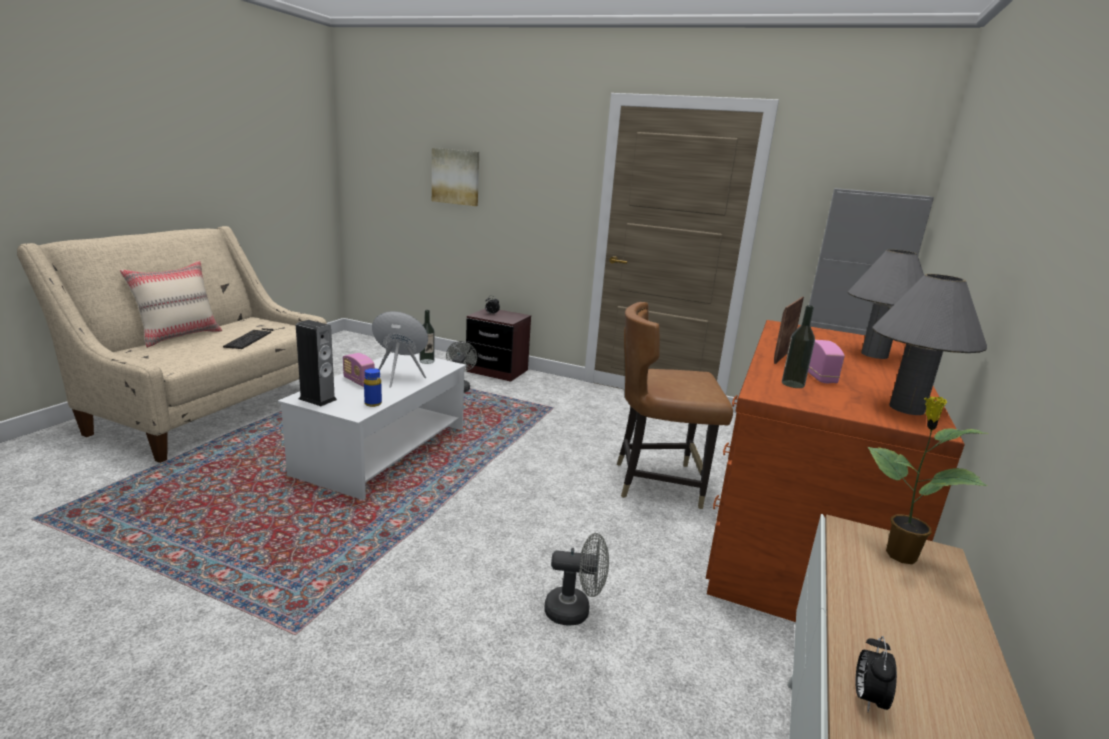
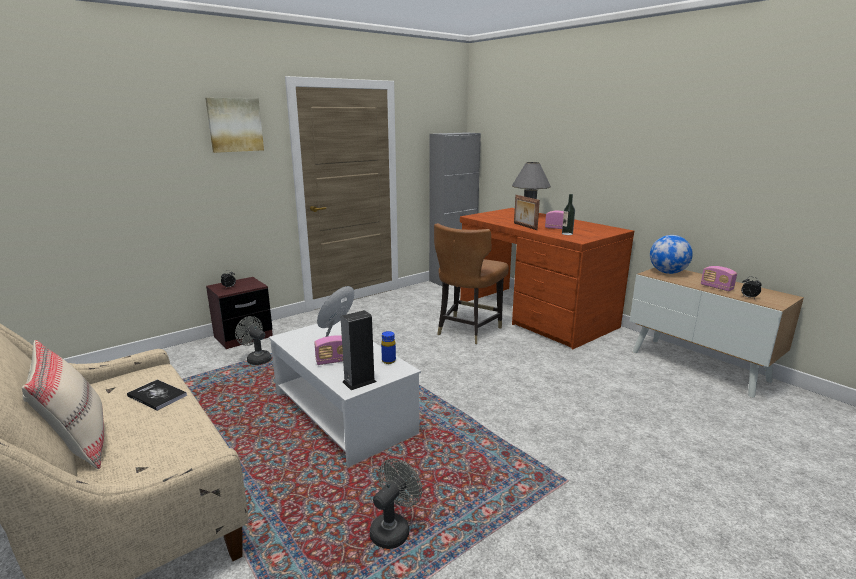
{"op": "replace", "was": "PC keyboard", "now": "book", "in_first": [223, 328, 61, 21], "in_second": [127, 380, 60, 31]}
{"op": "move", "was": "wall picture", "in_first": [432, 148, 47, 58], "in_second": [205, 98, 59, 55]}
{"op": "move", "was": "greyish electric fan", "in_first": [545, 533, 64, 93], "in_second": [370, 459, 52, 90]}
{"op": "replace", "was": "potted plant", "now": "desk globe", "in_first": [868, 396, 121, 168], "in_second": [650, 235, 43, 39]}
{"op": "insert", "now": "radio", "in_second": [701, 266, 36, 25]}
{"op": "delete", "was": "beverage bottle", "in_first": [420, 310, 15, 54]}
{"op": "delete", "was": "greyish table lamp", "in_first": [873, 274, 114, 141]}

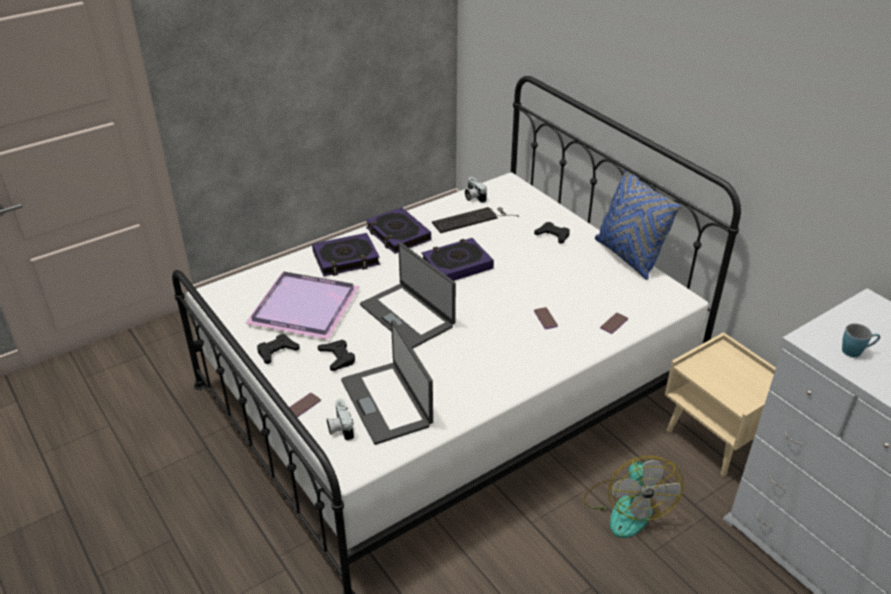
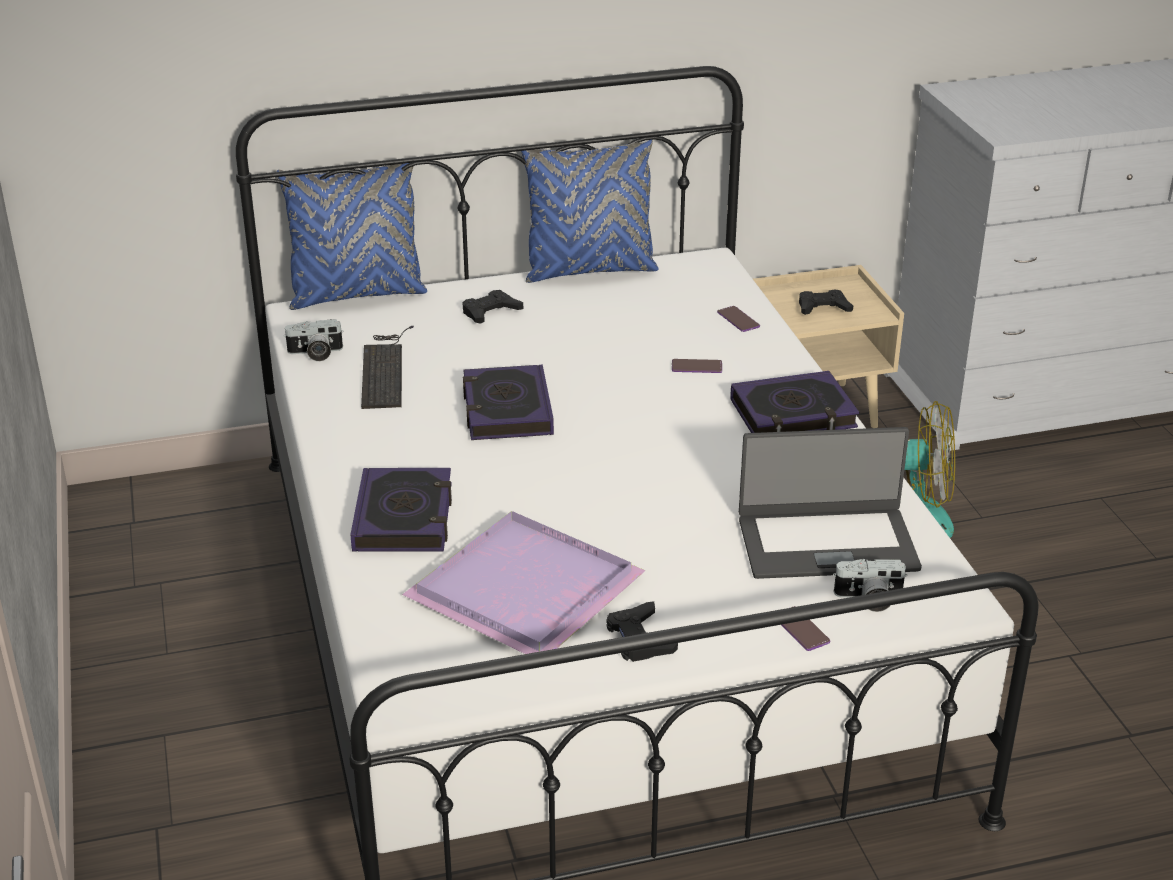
{"op": "insert", "now": "blue pillow", "in_second": [277, 163, 150, 147]}
{"op": "move", "was": "book", "in_first": [366, 207, 65, 47], "in_second": [730, 371, 129, 62]}
{"op": "move", "was": "blackish gamepad", "in_first": [317, 340, 38, 31], "in_second": [799, 289, 54, 26]}
{"op": "delete", "was": "notebook computer", "in_first": [360, 243, 96, 105]}
{"op": "delete", "was": "blue coffee mug", "in_first": [842, 323, 38, 34]}

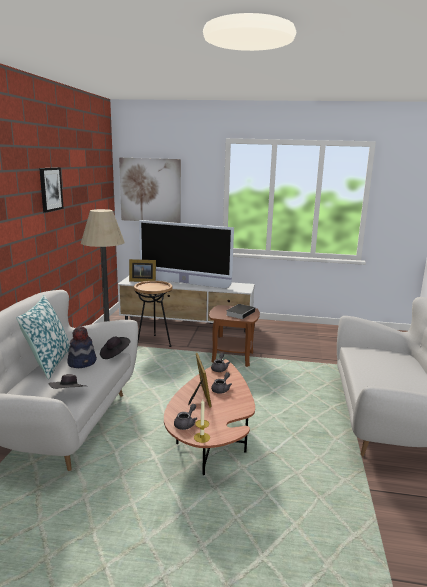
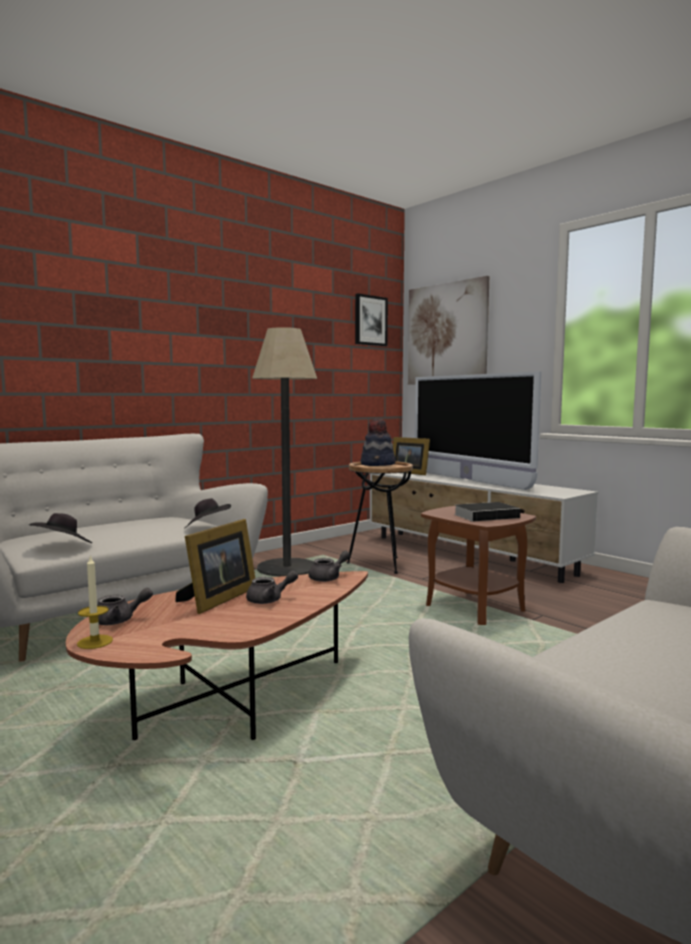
{"op": "move", "was": "wall picture", "in_first": [39, 167, 25, 46], "in_second": [355, 293, 33, 54]}
{"op": "move", "was": "clothing hat", "in_first": [67, 326, 30, 42], "in_second": [361, 418, 34, 48]}
{"op": "delete", "was": "pillow", "in_first": [16, 295, 54, 84]}

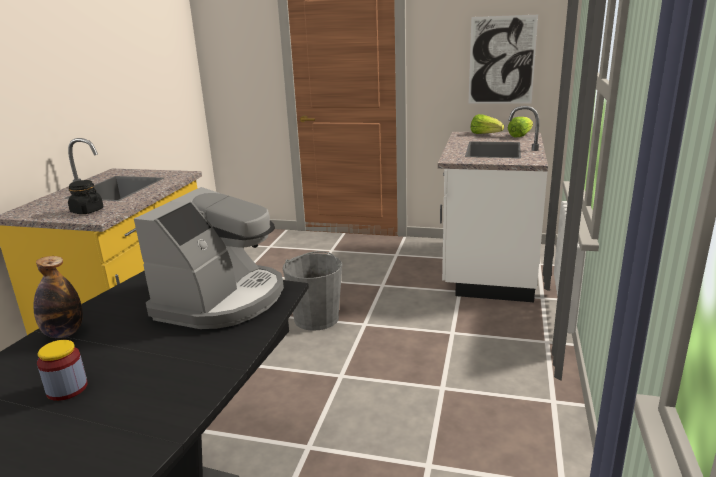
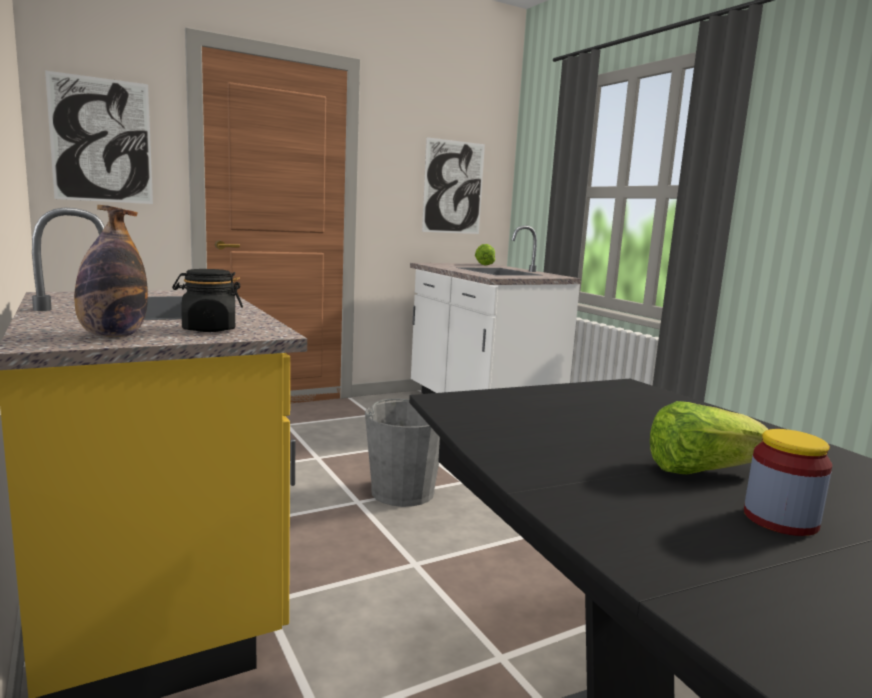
{"op": "insert", "now": "wall picture", "in_second": [45, 70, 108, 134]}
{"op": "move", "was": "beverage bottle", "in_first": [33, 256, 50, 82], "in_second": [74, 205, 74, 132]}
{"op": "move", "was": "head of lettuce", "in_first": [471, 114, 33, 20], "in_second": [650, 401, 119, 73]}
{"op": "delete", "was": "coffee machine", "in_first": [134, 187, 150, 142]}

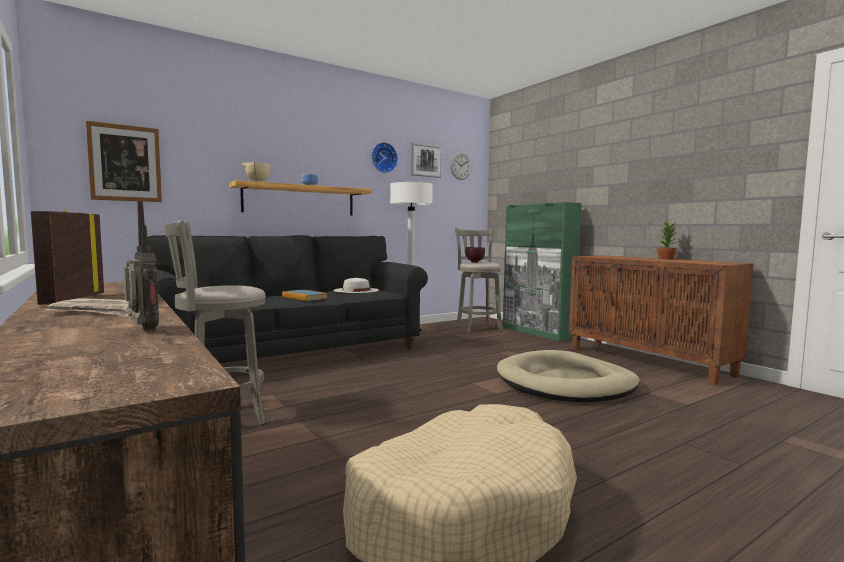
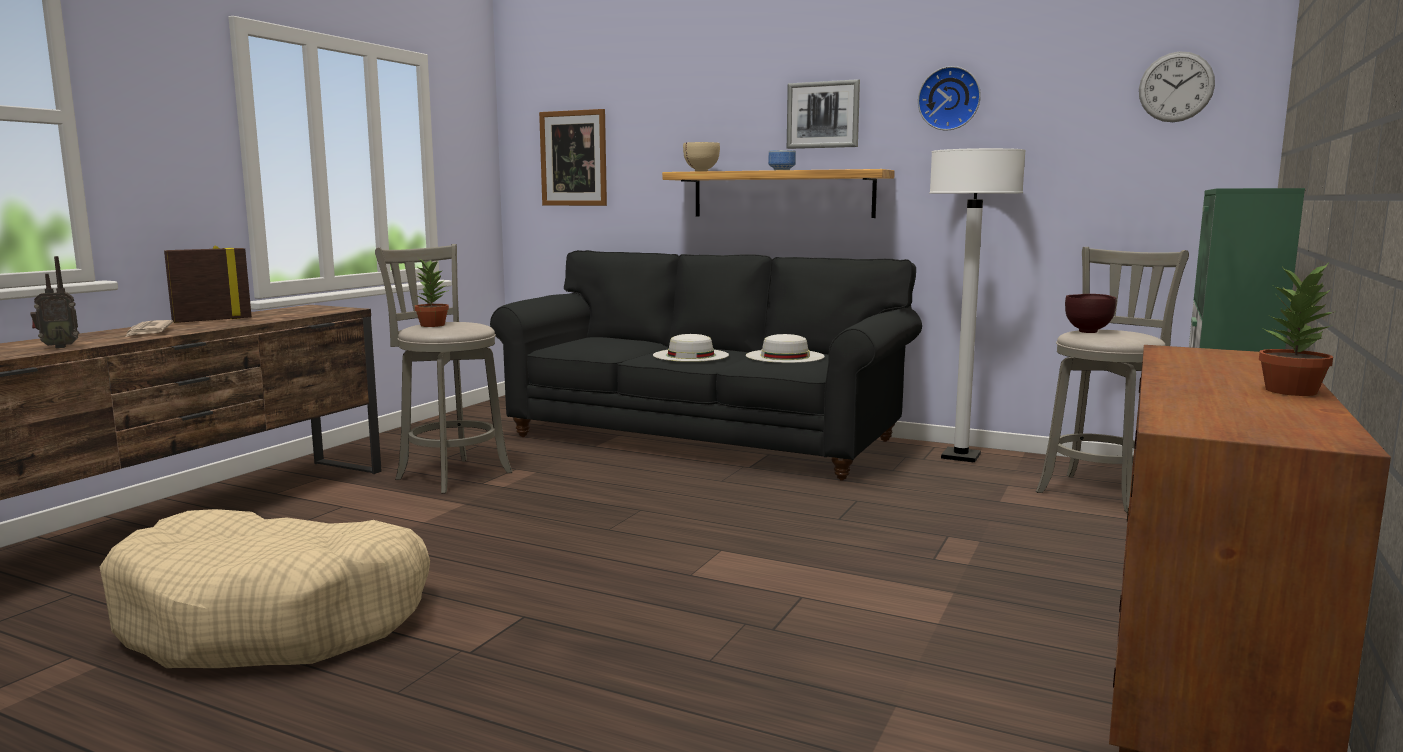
{"op": "rotate", "was": "radio", "in_first": [121, 201, 38, 129], "in_second": [30, 256, 49, 92], "clockwise": 45}
{"op": "insert", "now": "potted plant", "in_second": [415, 259, 34, 68]}
{"op": "replace", "was": "book", "now": "white clothing hat", "in_first": [282, 290, 46, 11], "in_second": [653, 334, 76, 28]}
{"op": "move", "was": "wall picture", "in_first": [411, 142, 31, 36], "in_second": [787, 79, 73, 70]}
{"op": "delete", "was": "beige dog bed", "in_first": [497, 350, 143, 52]}

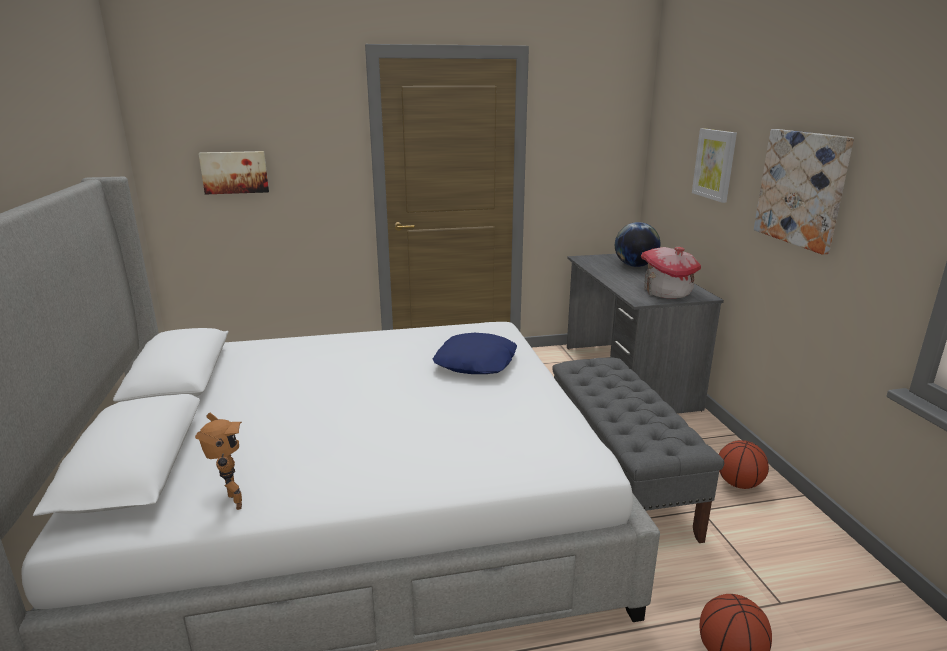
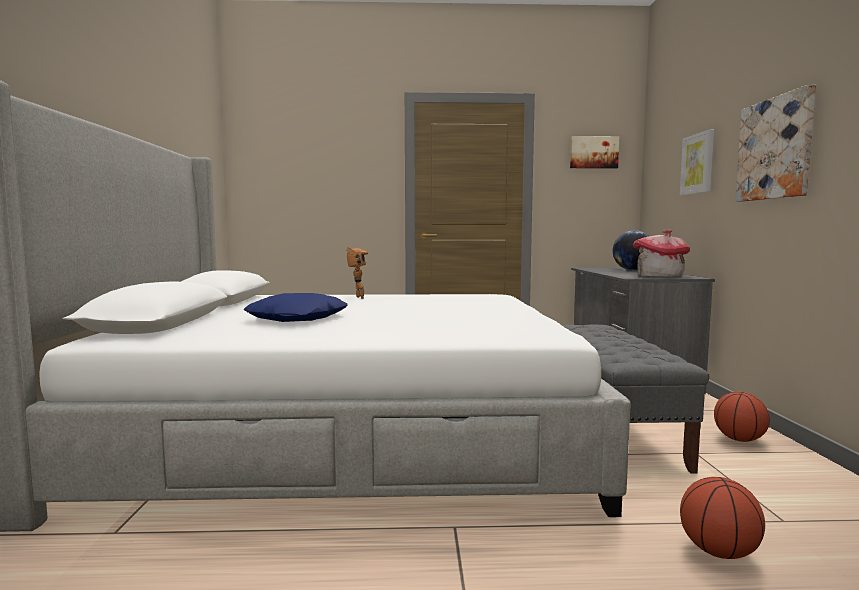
{"op": "move", "was": "blue pillow", "in_first": [433, 333, 84, 41], "in_second": [244, 293, 103, 29]}
{"op": "move", "was": "toy robot", "in_first": [195, 413, 47, 97], "in_second": [346, 247, 22, 52]}
{"op": "move", "was": "wall picture", "in_first": [198, 151, 71, 44], "in_second": [570, 136, 49, 33]}

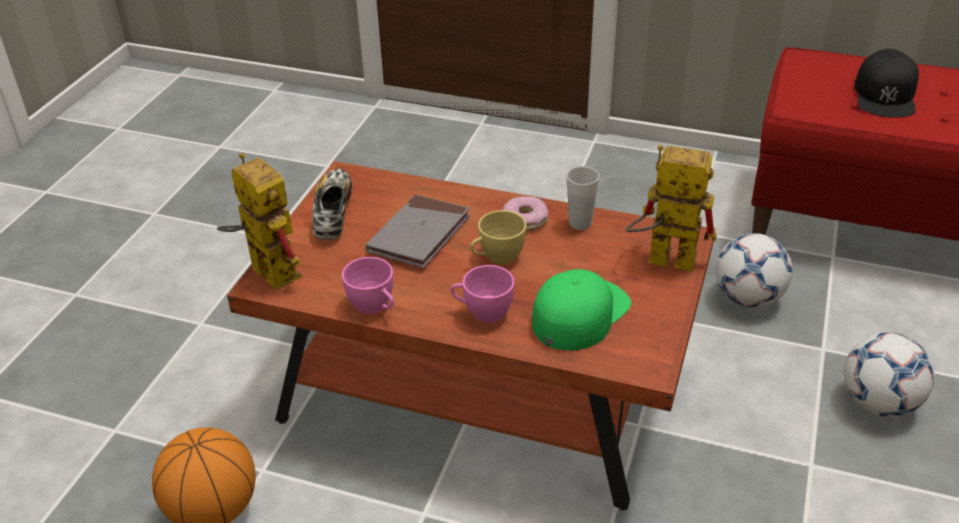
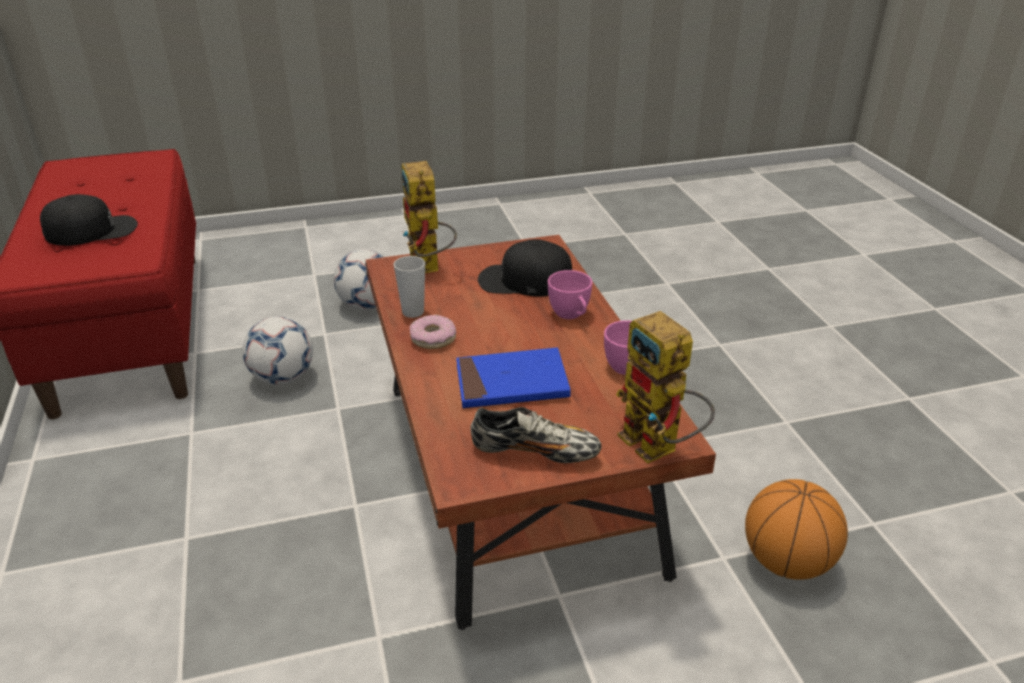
{"op": "recolor", "was": "greyish book", "now": "blue book", "in_first": [366, 195, 104, 73], "in_second": [456, 348, 115, 60]}
{"op": "rotate", "was": "shoe", "in_first": [312, 169, 40, 71], "in_second": [470, 407, 132, 56], "clockwise": -135}
{"op": "recolor", "was": "green-coloured baseball cap", "now": "blackish baseball cap", "in_first": [532, 269, 99, 82], "in_second": [478, 239, 94, 58]}
{"op": "rotate", "was": "toy robot", "in_first": [217, 153, 85, 138], "in_second": [616, 311, 99, 153], "clockwise": -45}
{"op": "delete", "was": "yellowish small cup", "in_first": [470, 210, 56, 54]}

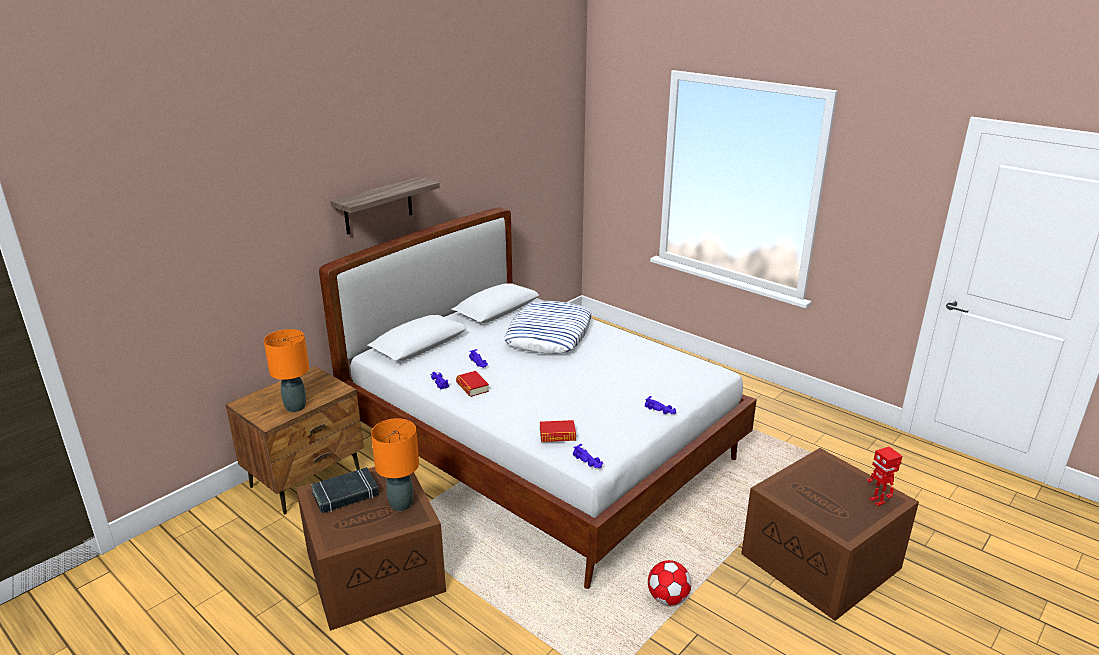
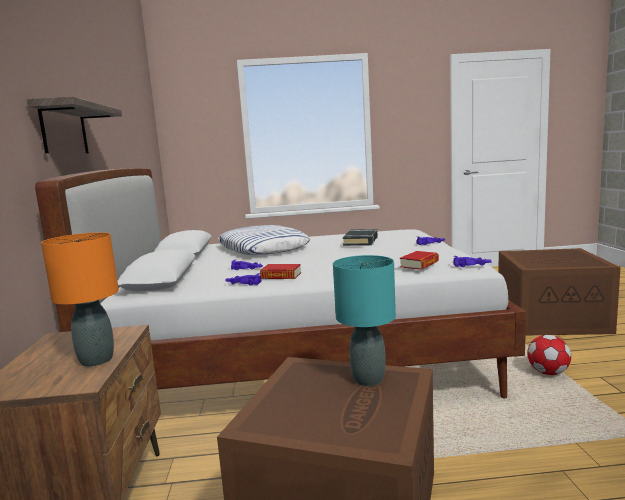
{"op": "recolor", "was": "orange-coloured table lamp", "now": "blue-green table lamp", "in_first": [371, 418, 48, 93], "in_second": [333, 255, 63, 131]}
{"op": "move", "was": "blackish book", "in_first": [311, 467, 68, 46], "in_second": [343, 229, 35, 17]}
{"op": "delete", "was": "toy robot", "in_first": [867, 447, 35, 59]}

